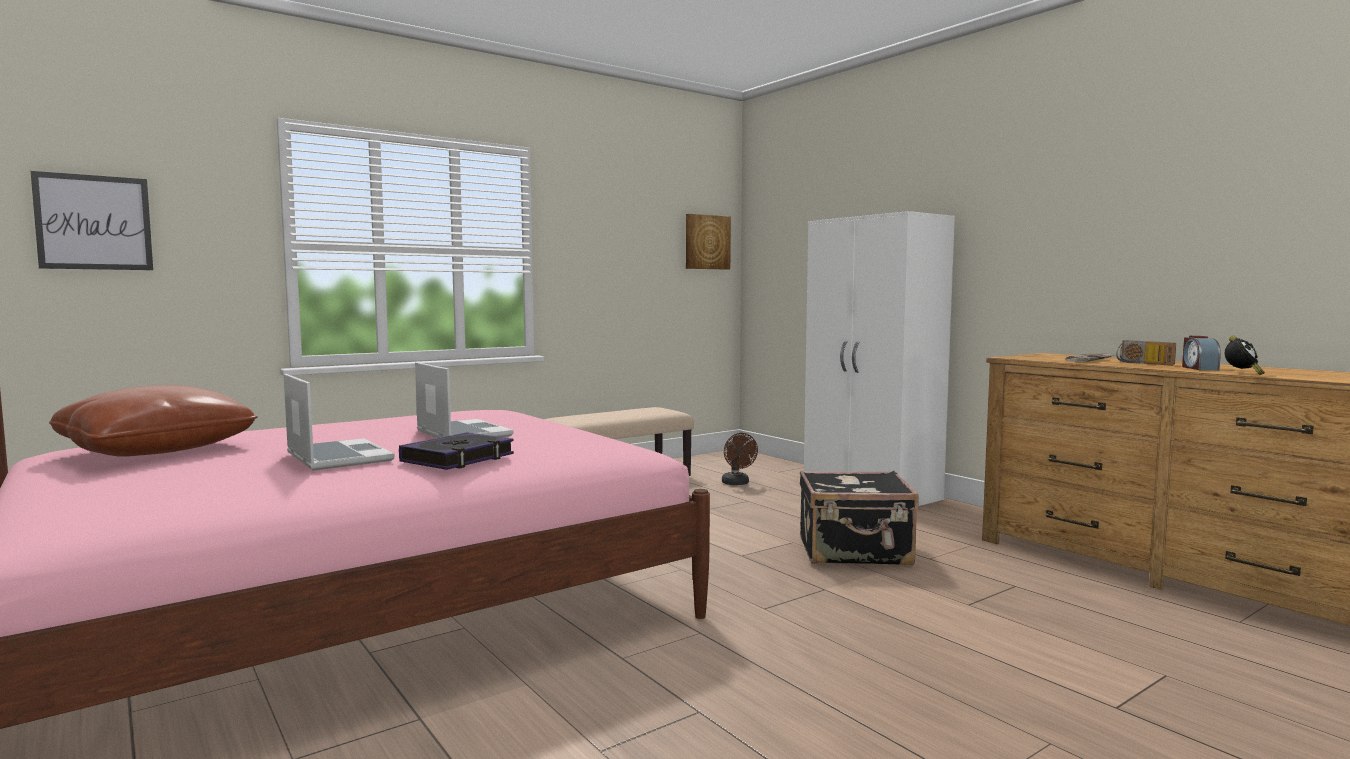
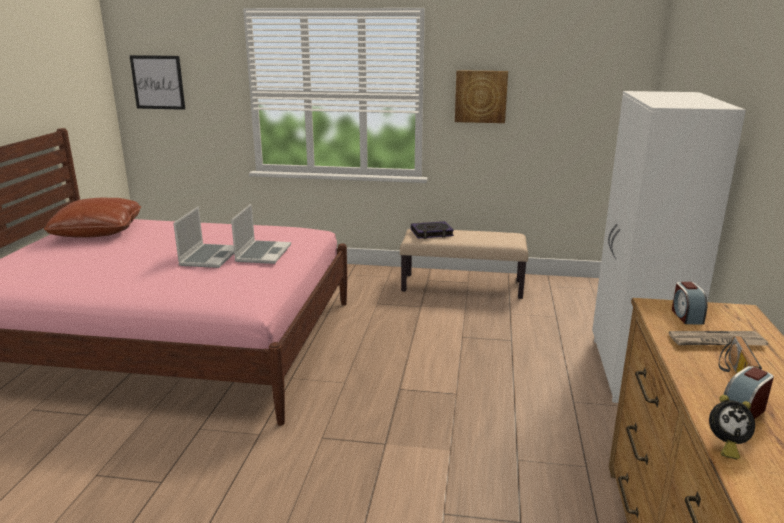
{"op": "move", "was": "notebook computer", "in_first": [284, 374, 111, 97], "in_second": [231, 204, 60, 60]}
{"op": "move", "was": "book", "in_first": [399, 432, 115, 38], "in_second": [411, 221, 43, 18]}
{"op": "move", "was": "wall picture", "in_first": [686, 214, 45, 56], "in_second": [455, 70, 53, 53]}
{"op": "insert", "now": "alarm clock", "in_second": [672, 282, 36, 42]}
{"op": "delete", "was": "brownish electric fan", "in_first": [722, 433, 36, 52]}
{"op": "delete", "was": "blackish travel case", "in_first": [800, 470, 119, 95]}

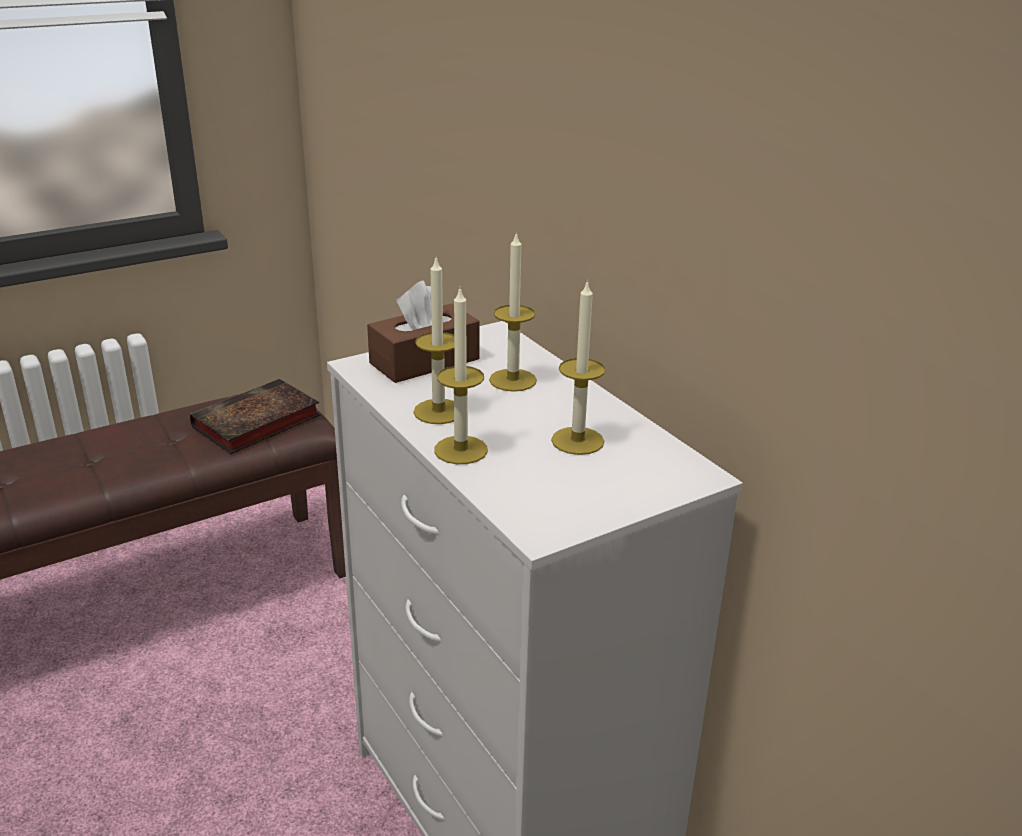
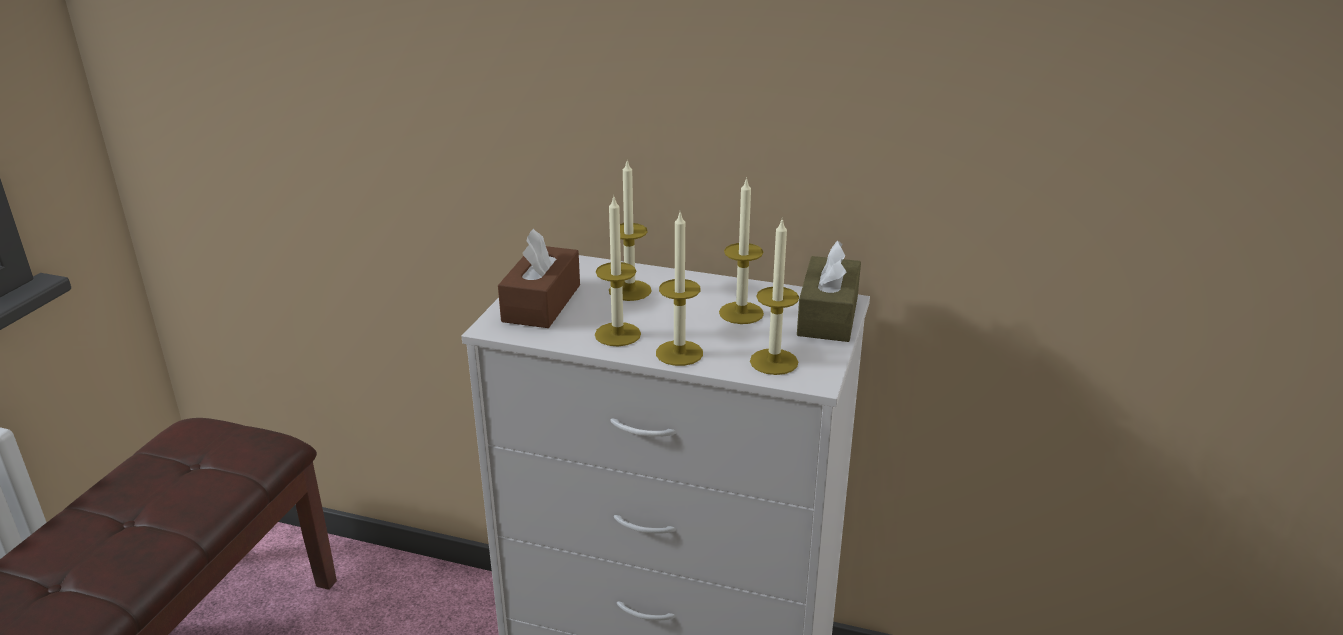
{"op": "insert", "now": "candle", "in_second": [750, 217, 49, 158]}
{"op": "insert", "now": "brownish box of tissues", "in_second": [797, 241, 64, 101]}
{"op": "delete", "was": "book", "in_first": [190, 379, 130, 75]}

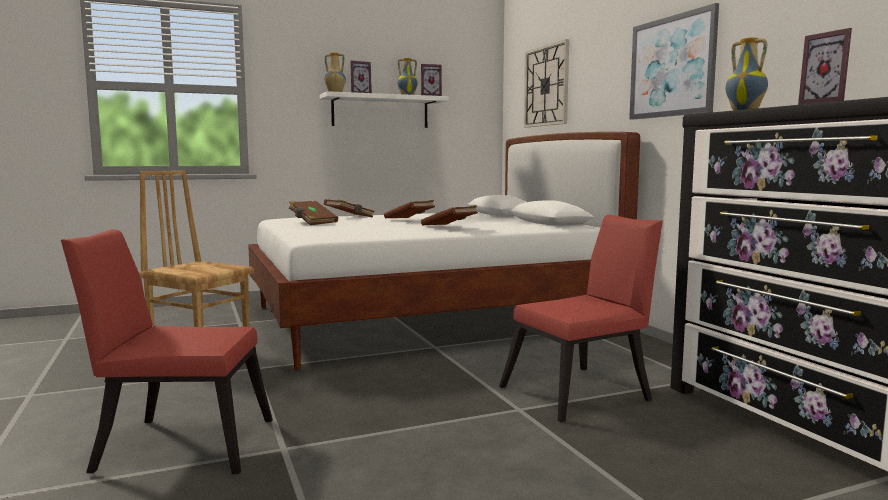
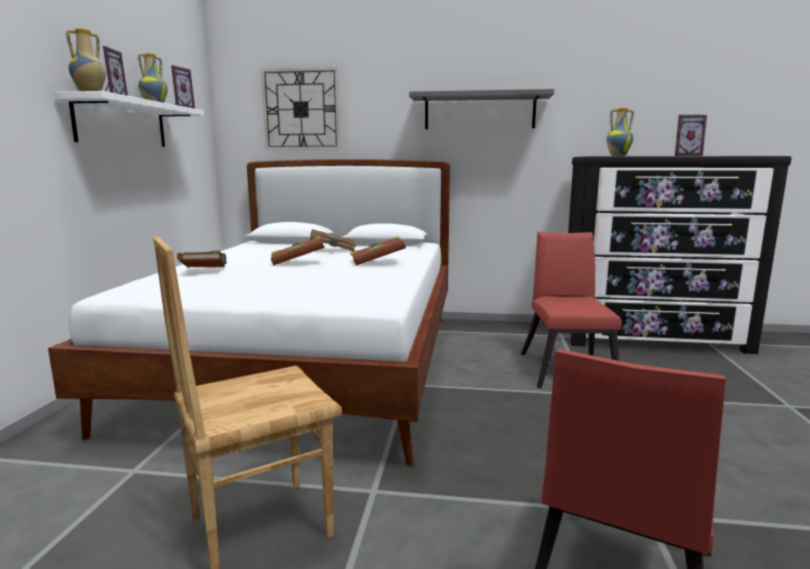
{"op": "move", "was": "brownish book", "in_first": [289, 201, 49, 24], "in_second": [310, 229, 47, 23]}
{"op": "replace", "was": "wall picture", "now": "greyish shelf", "in_first": [629, 3, 90, 117], "in_second": [409, 89, 145, 40]}

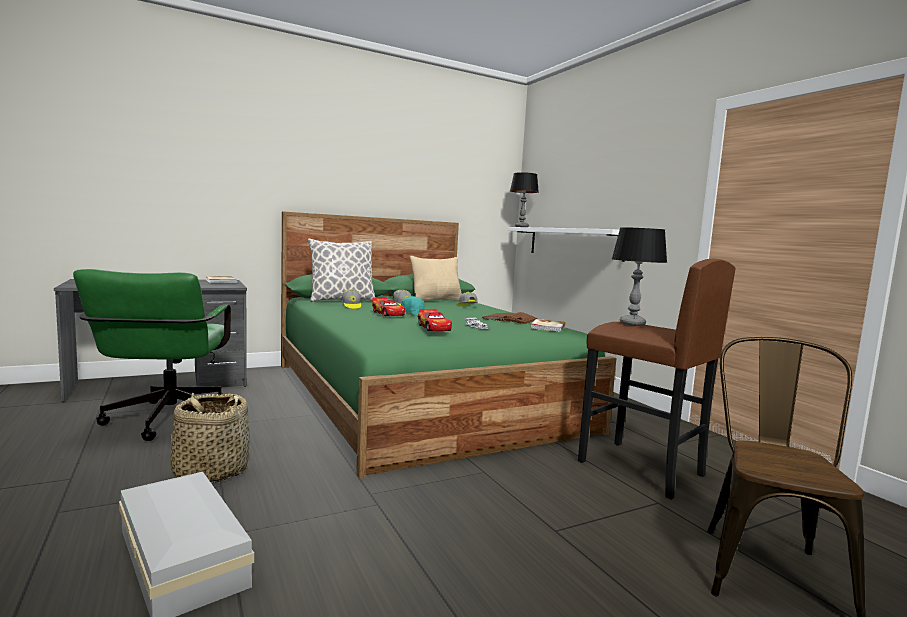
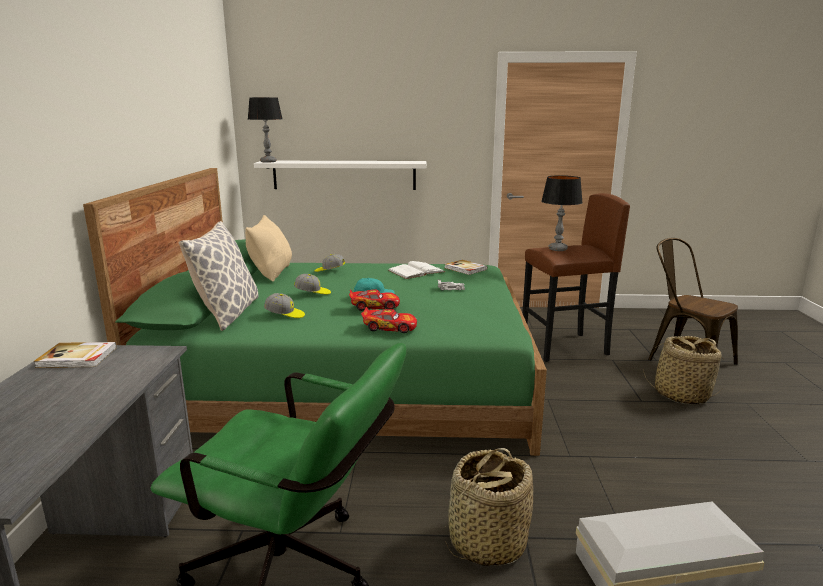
{"op": "move", "was": "miniature car", "in_first": [418, 309, 34, 22], "in_second": [361, 307, 56, 26]}
{"op": "recolor", "was": "brownish book", "now": "white book", "in_first": [481, 312, 56, 12], "in_second": [388, 261, 57, 18]}
{"op": "insert", "now": "basket", "in_second": [643, 336, 81, 69]}

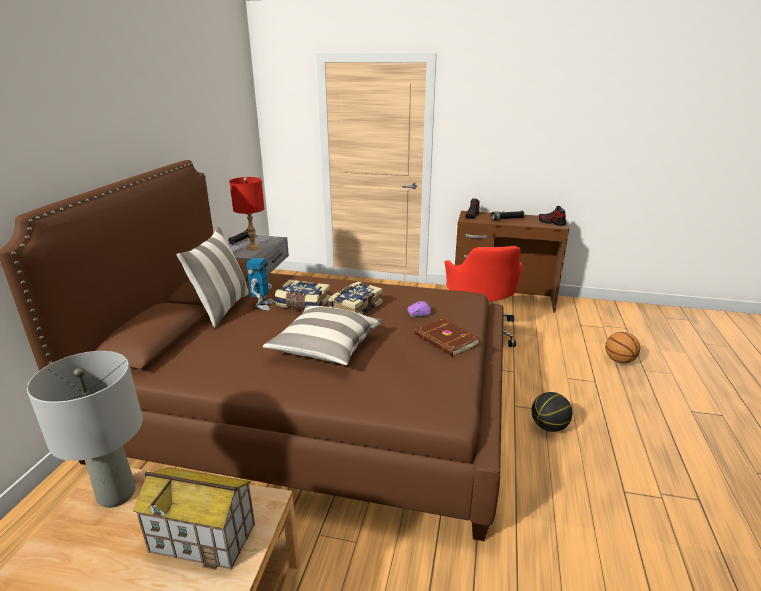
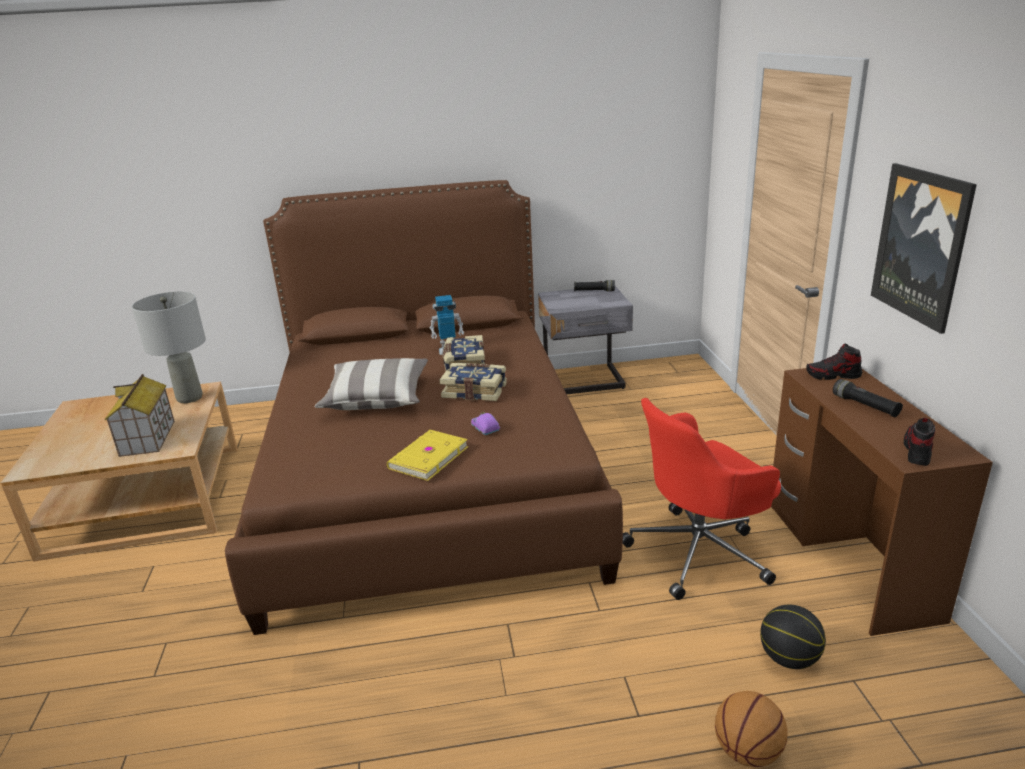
{"op": "recolor", "was": "brownish book", "now": "yellowish book", "in_first": [414, 318, 66, 38], "in_second": [387, 430, 81, 51]}
{"op": "move", "was": "basketball ball", "in_first": [531, 392, 41, 40], "in_second": [760, 605, 66, 64]}
{"op": "insert", "now": "wall picture", "in_second": [871, 163, 106, 171]}
{"op": "delete", "was": "pillow", "in_first": [176, 227, 74, 101]}
{"op": "delete", "was": "red-coloured table lamp", "in_first": [229, 177, 35, 73]}

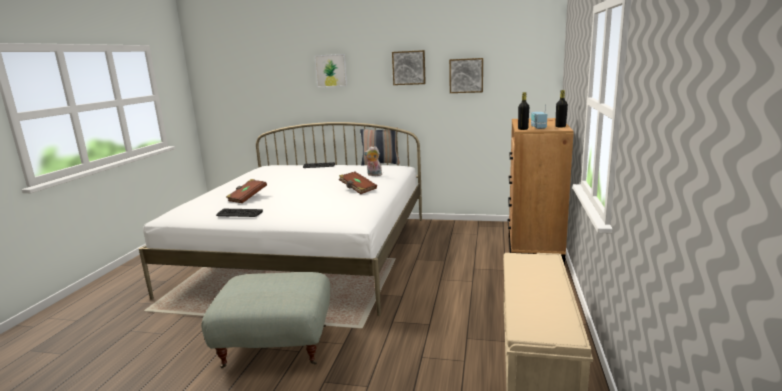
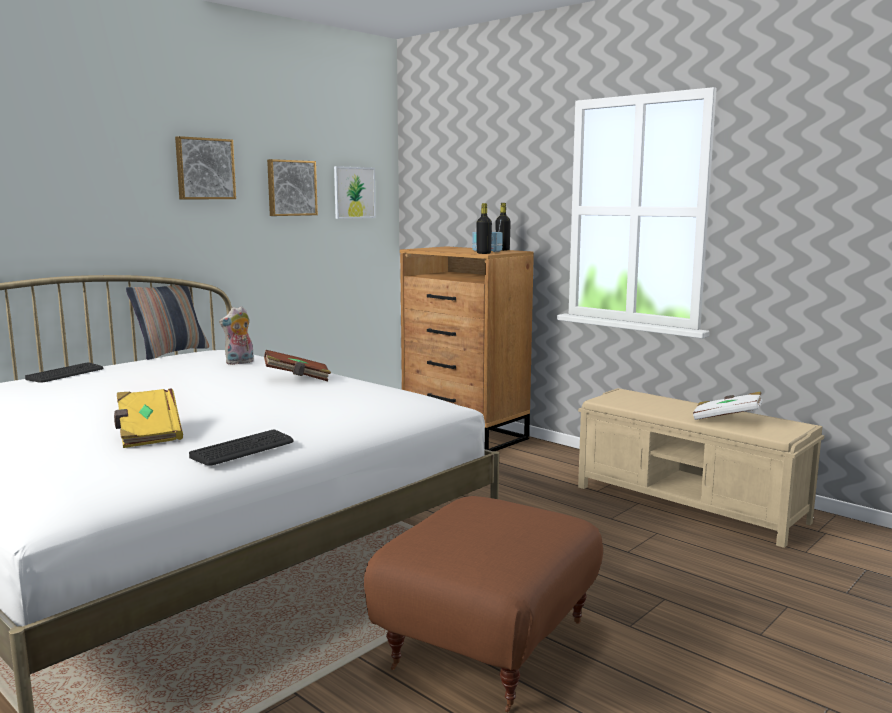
{"op": "recolor", "was": "brownish book", "now": "yellowish book", "in_first": [226, 179, 41, 24], "in_second": [114, 388, 69, 60]}
{"op": "move", "was": "wall picture", "in_first": [314, 54, 33, 33], "in_second": [334, 166, 42, 53]}
{"op": "recolor", "was": "greyish pouffe", "now": "brownish pouffe", "in_first": [201, 272, 129, 96], "in_second": [364, 496, 239, 216]}
{"op": "insert", "now": "white book", "in_second": [693, 391, 70, 29]}

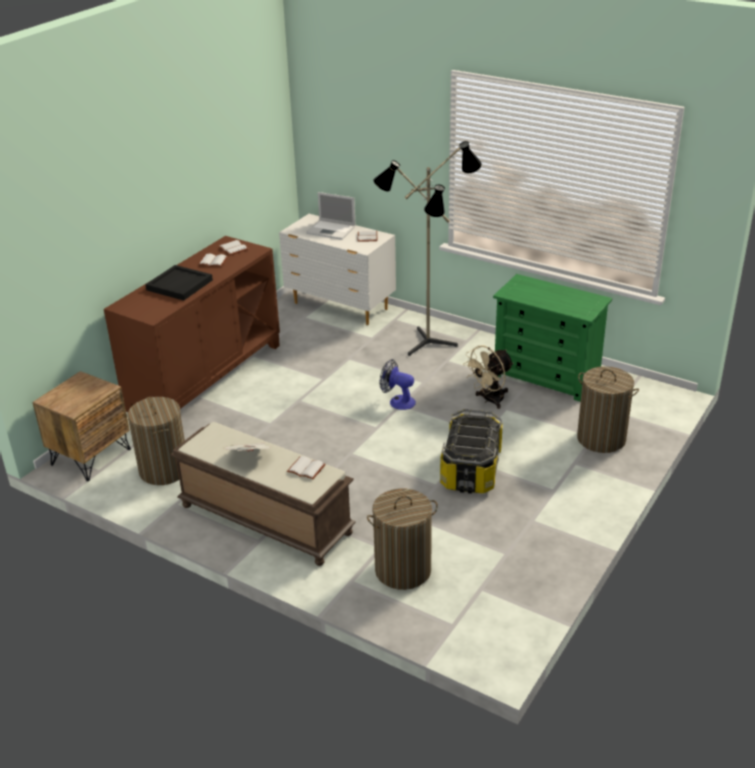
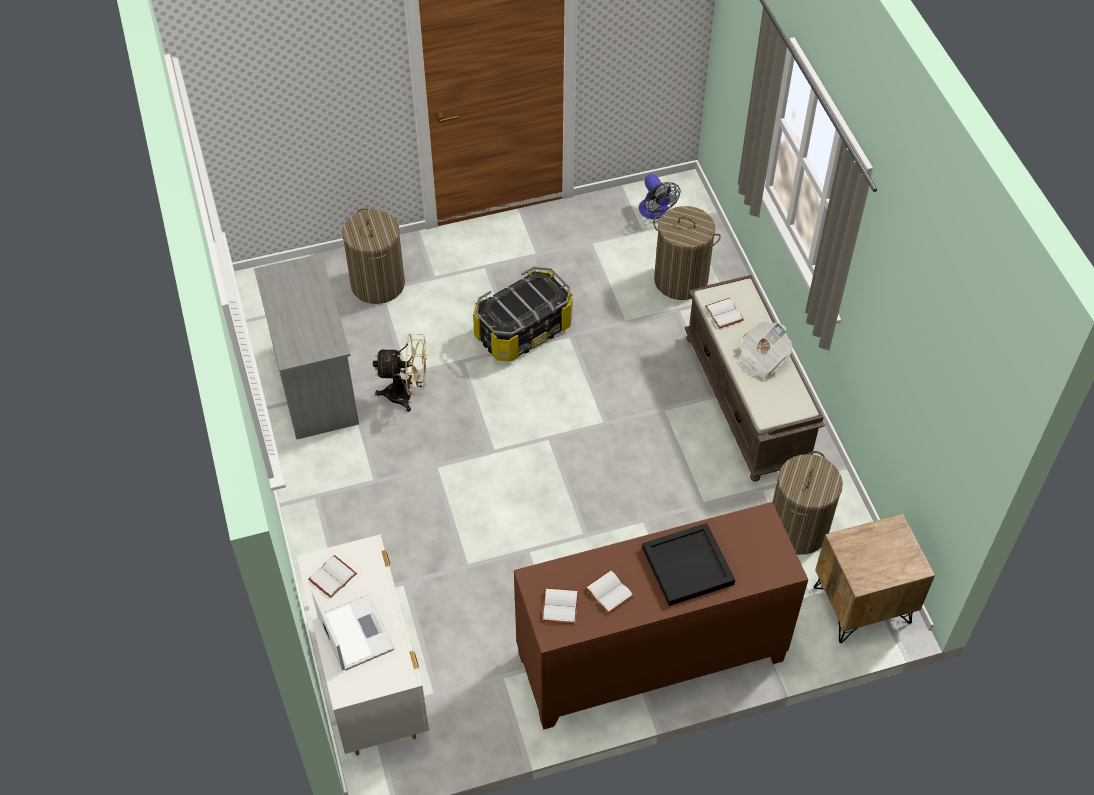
{"op": "recolor", "was": "green-coloured chest of drawers", "now": "greyish chest of drawers", "in_first": [493, 274, 119, 128], "in_second": [254, 254, 105, 186]}
{"op": "move", "was": "electric fan", "in_first": [380, 359, 36, 51], "in_second": [639, 174, 41, 45]}
{"op": "delete", "was": "standing lamp", "in_first": [373, 141, 109, 215]}

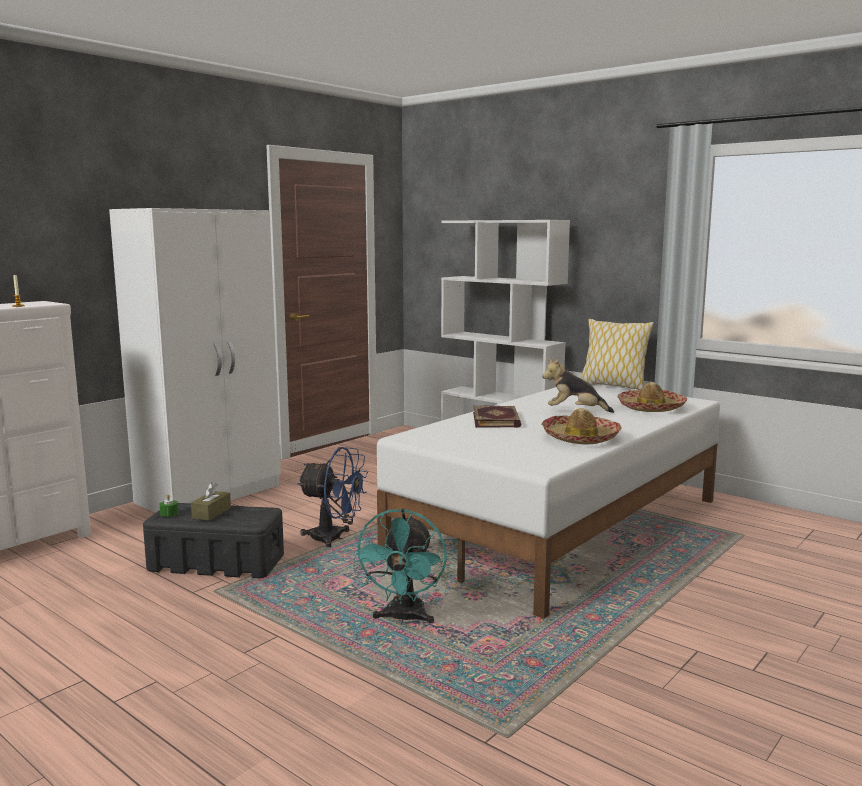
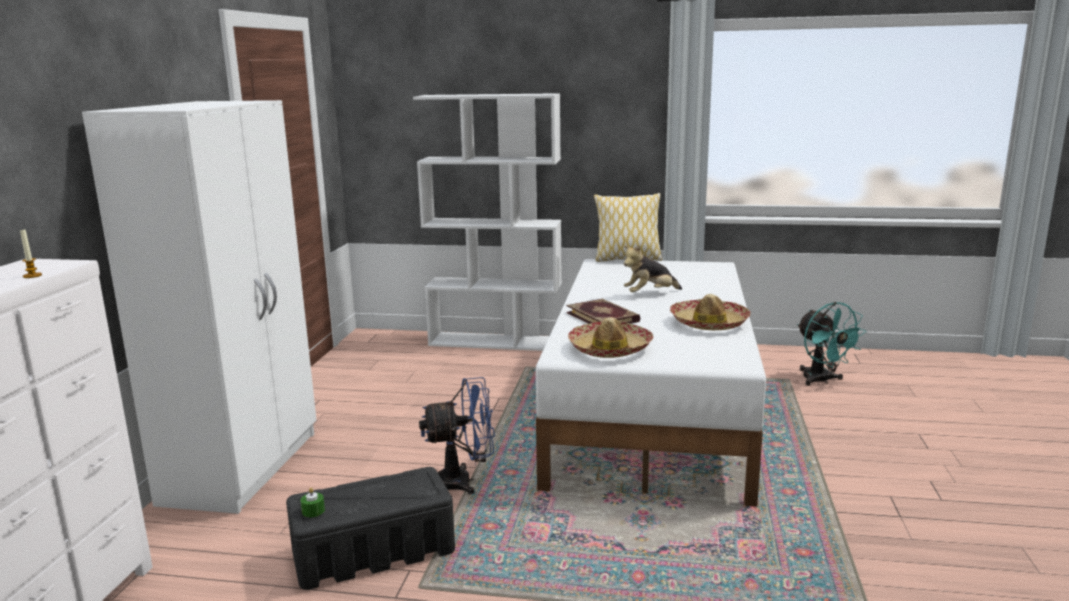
{"op": "move", "was": "clothing hat", "in_first": [617, 382, 70, 30], "in_second": [568, 317, 85, 41]}
{"op": "move", "was": "blue-green electric fan", "in_first": [353, 509, 94, 115], "in_second": [797, 302, 68, 84]}
{"op": "delete", "was": "brownish box of tissues", "in_first": [191, 482, 40, 39]}

